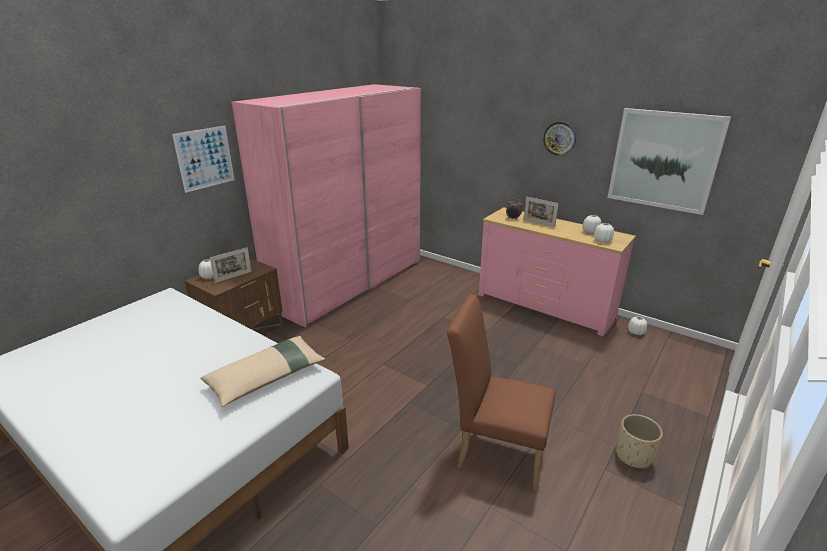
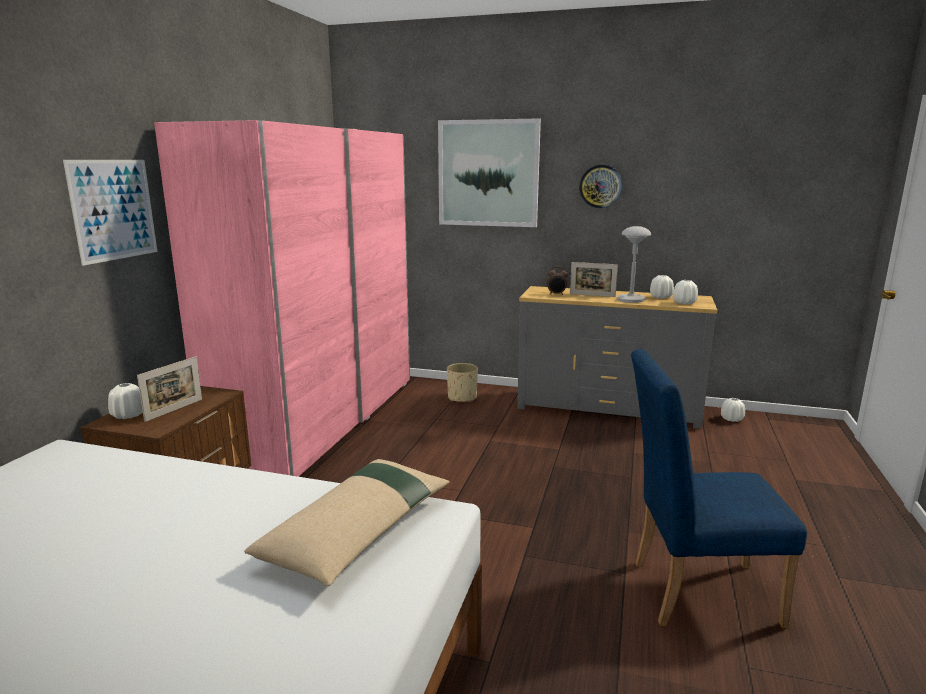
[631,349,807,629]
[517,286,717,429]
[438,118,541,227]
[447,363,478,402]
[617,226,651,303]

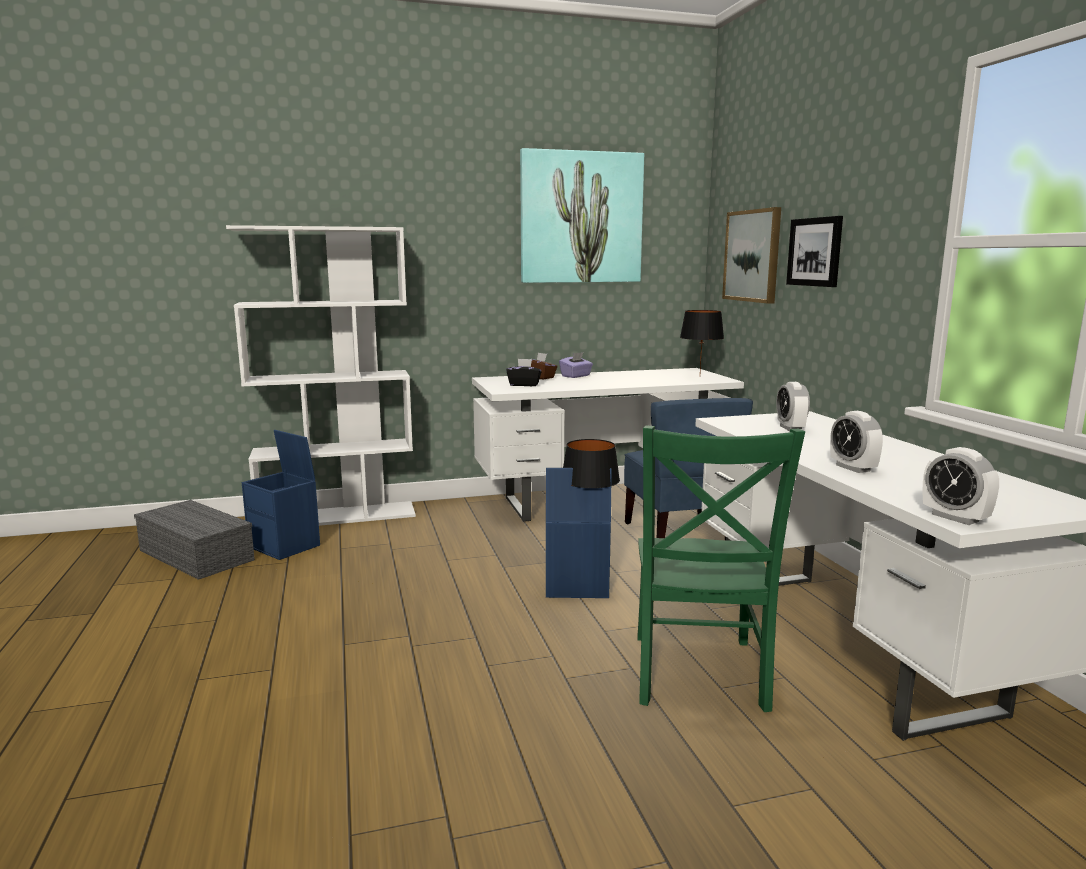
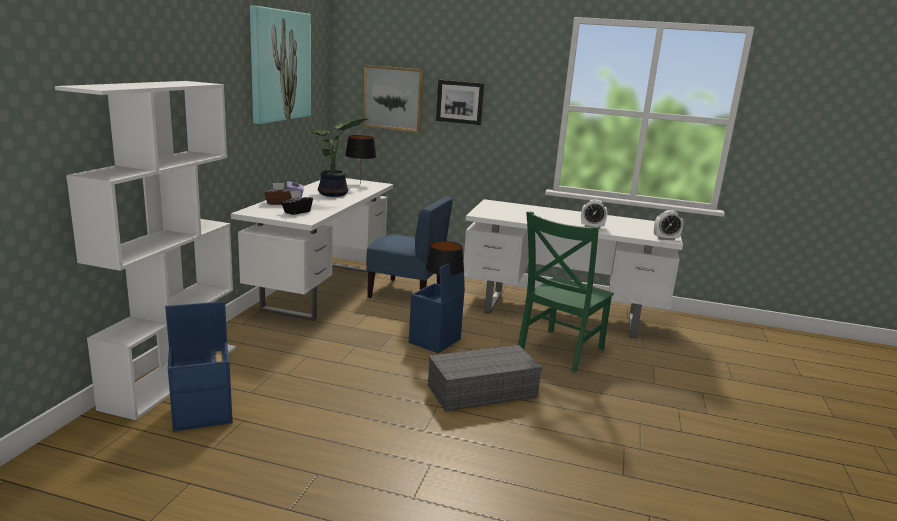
[428,345,543,411]
[518,211,614,373]
[776,382,810,431] (first image)
[309,118,368,197]

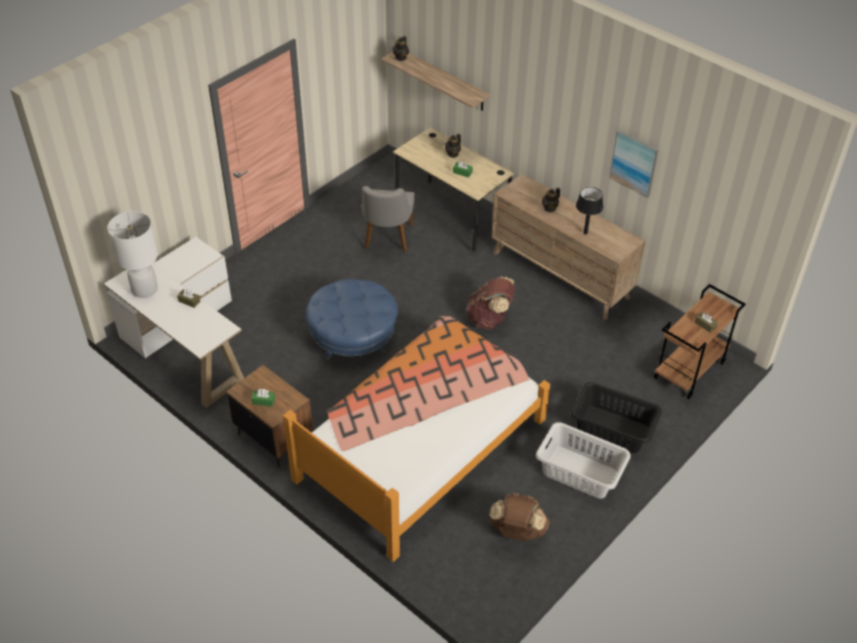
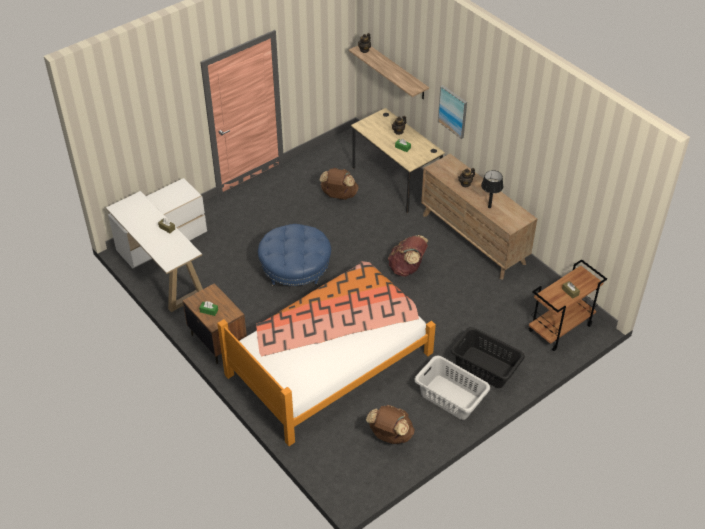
[107,211,158,298] (first image)
[320,168,359,200]
[438,85,467,139]

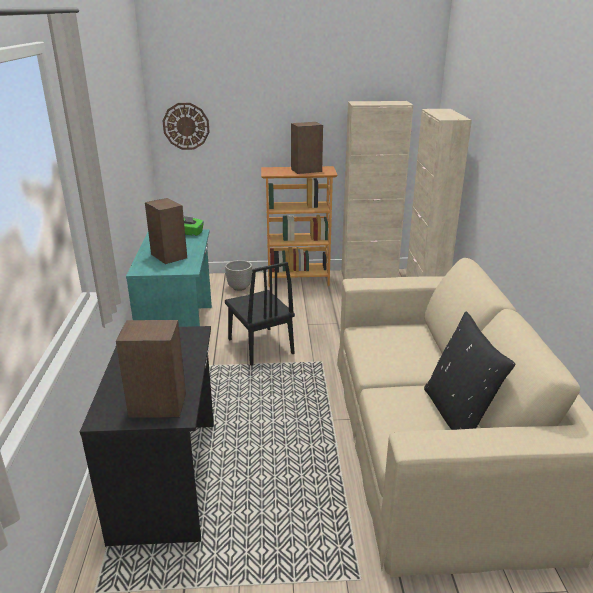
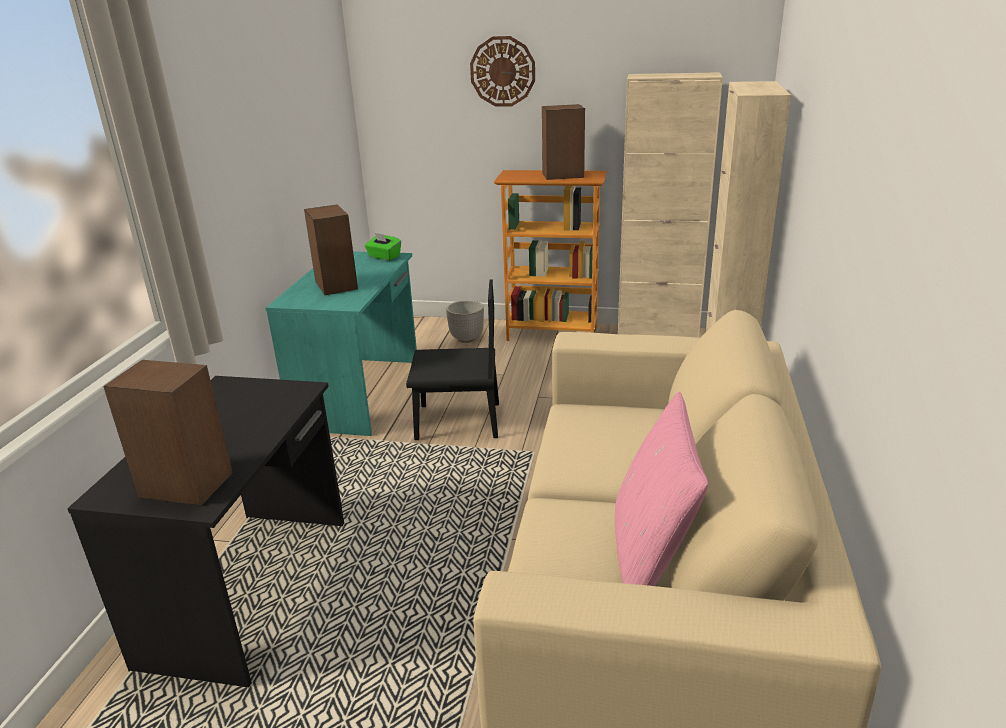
[470,36,535,107]
[406,279,499,440]
[615,392,708,586]

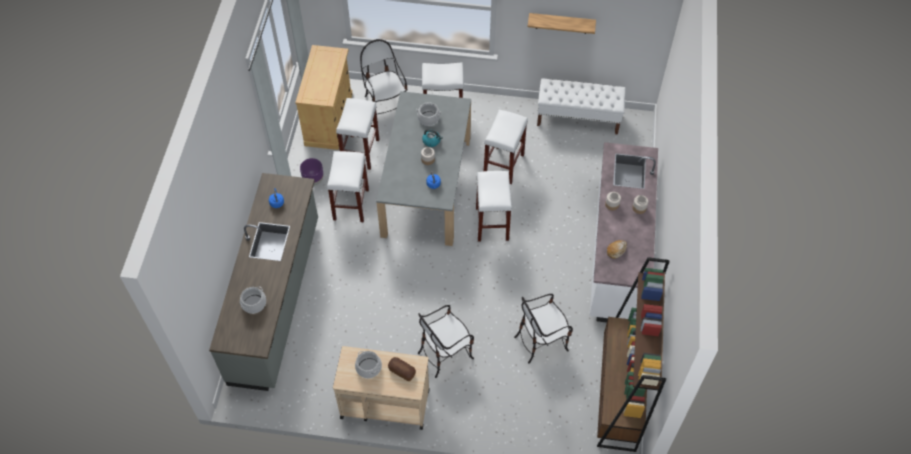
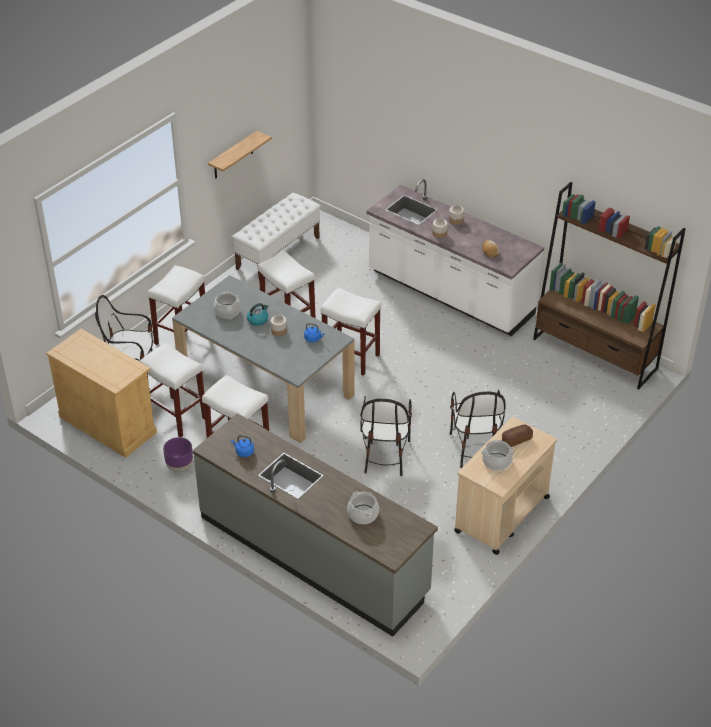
[360,396,412,476]

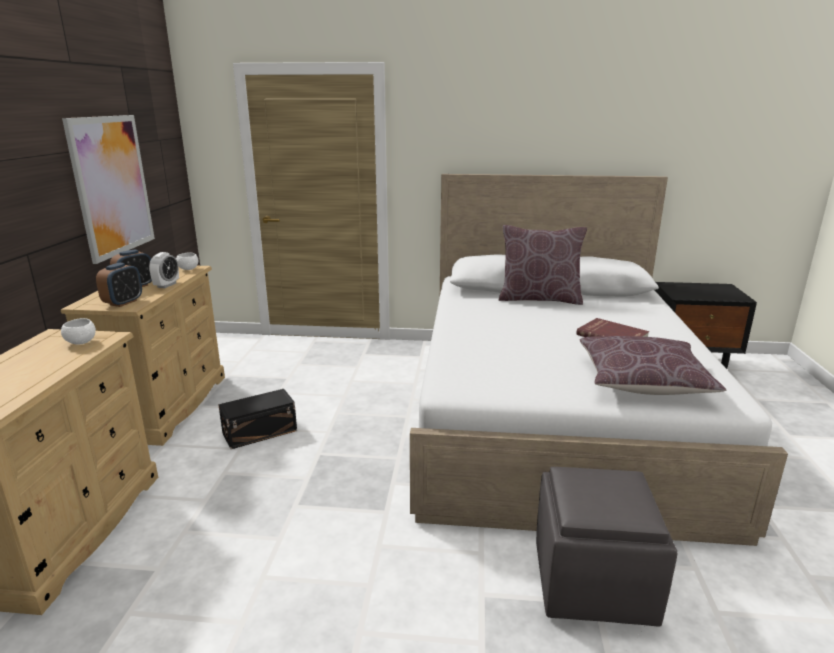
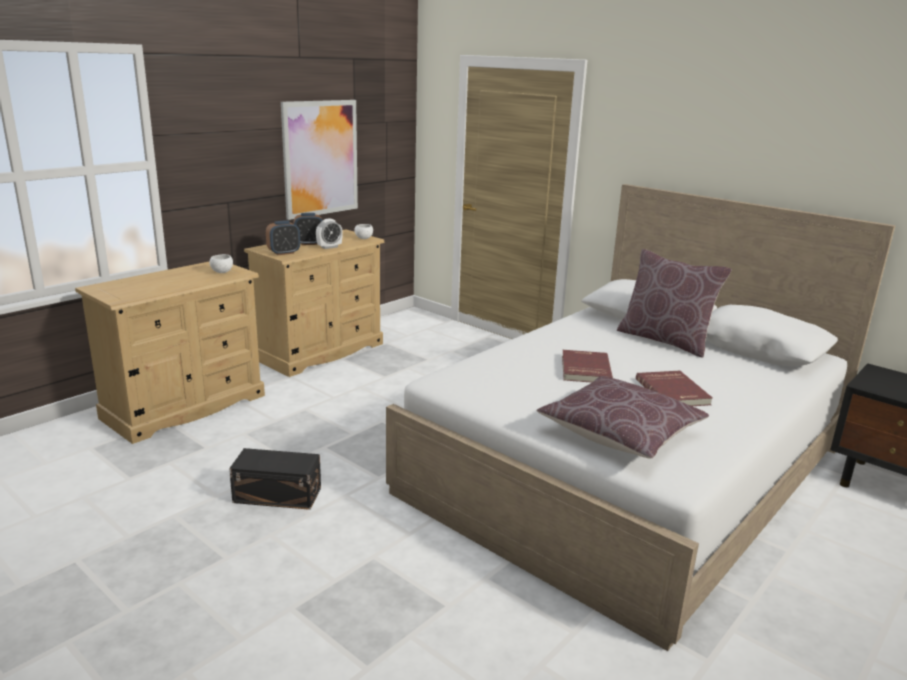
[229,448,321,510]
[536,467,677,627] (first image)
[562,350,613,383]

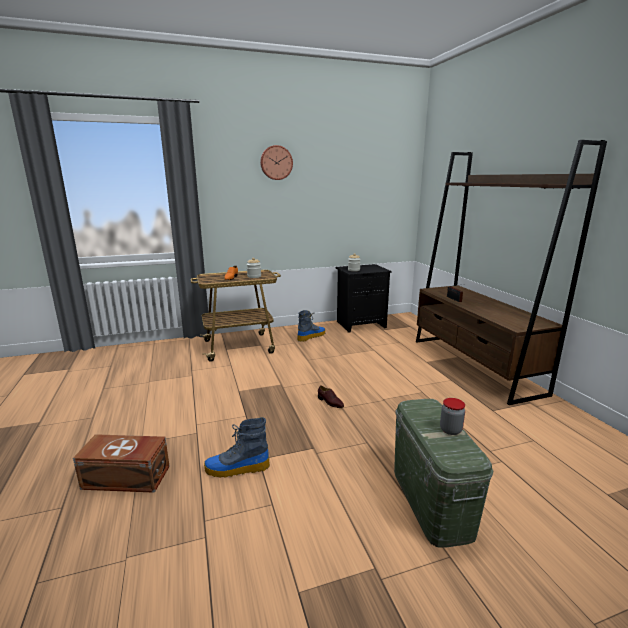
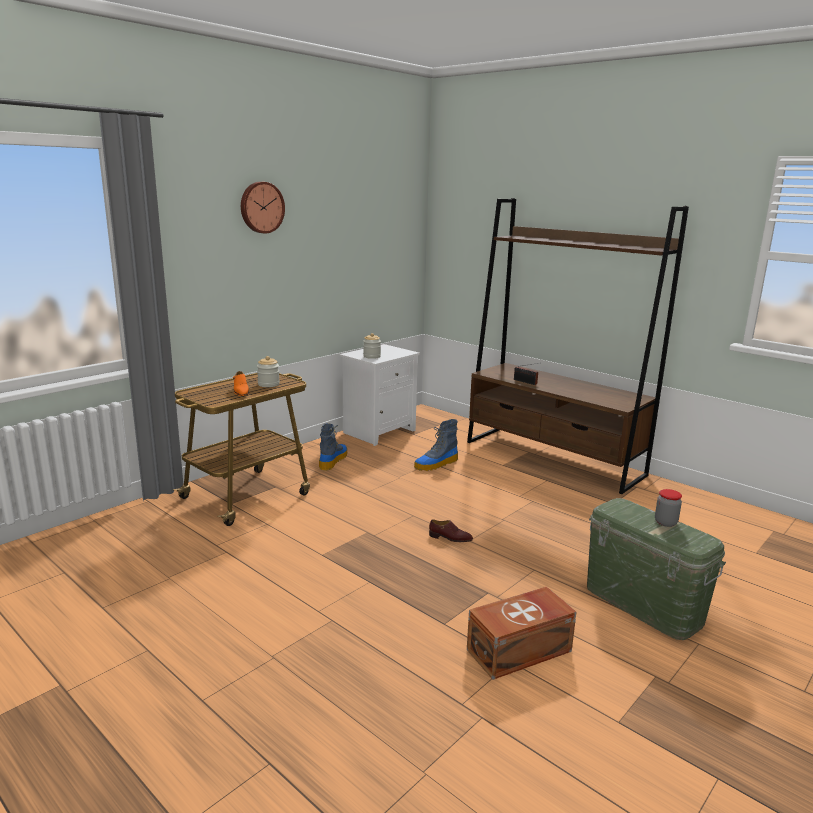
[467,587,576,680]
[414,419,458,471]
[339,344,420,446]

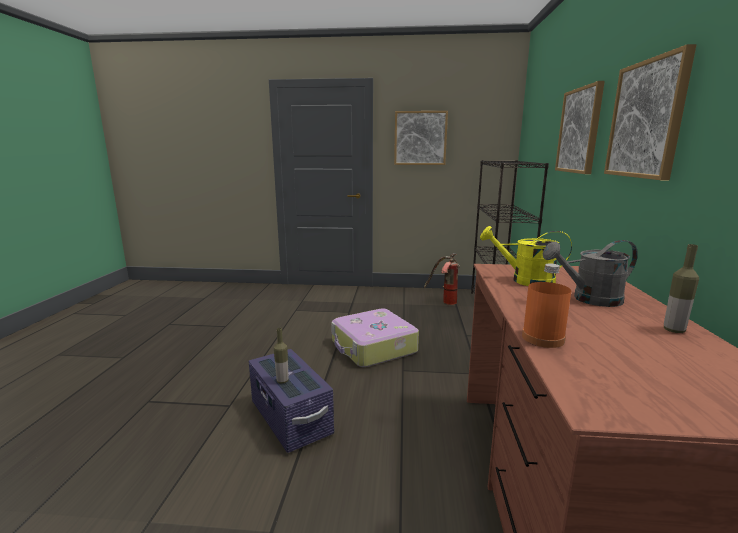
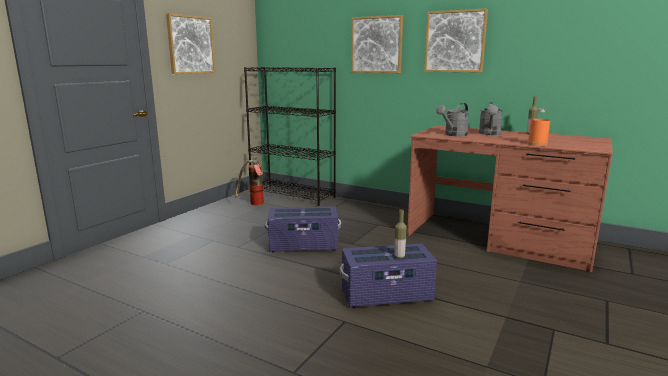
[265,207,341,252]
[436,103,469,136]

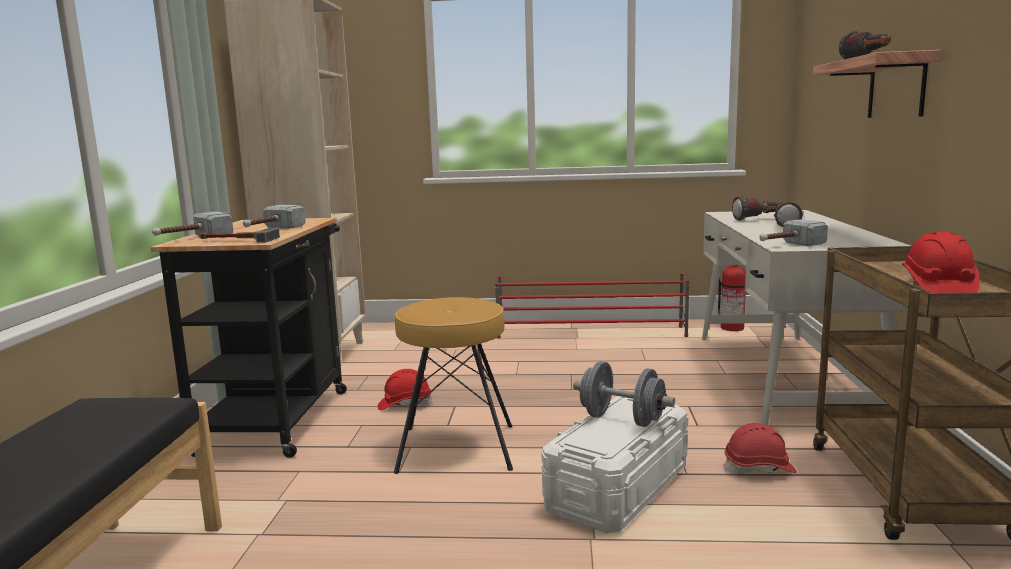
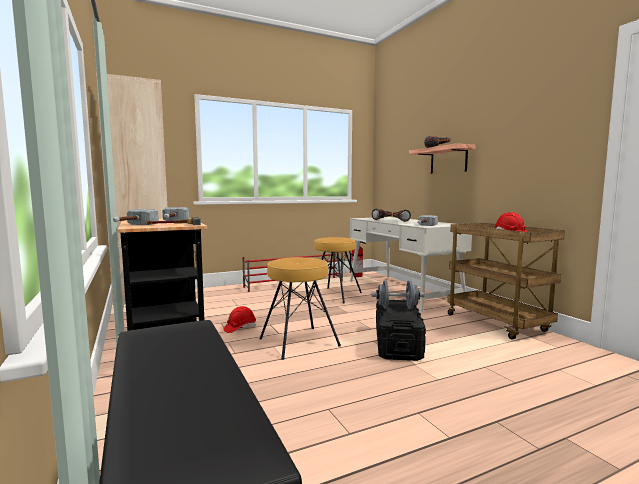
[376,299,426,361]
[724,423,797,474] (first image)
[309,237,362,303]

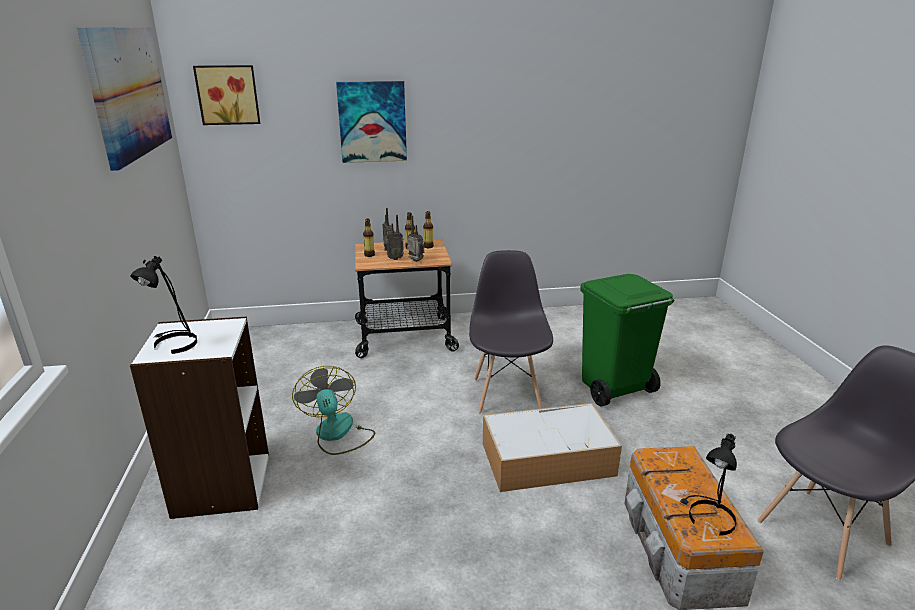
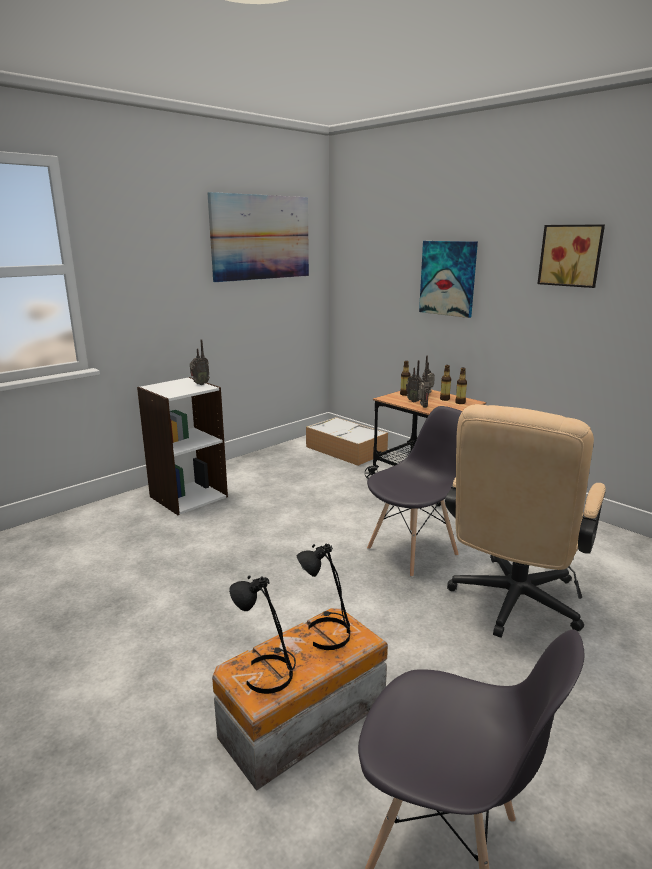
[297,543,350,650]
[537,224,605,288]
[292,366,375,455] (first image)
[306,417,388,466]
[445,404,606,638]
[190,339,210,385]

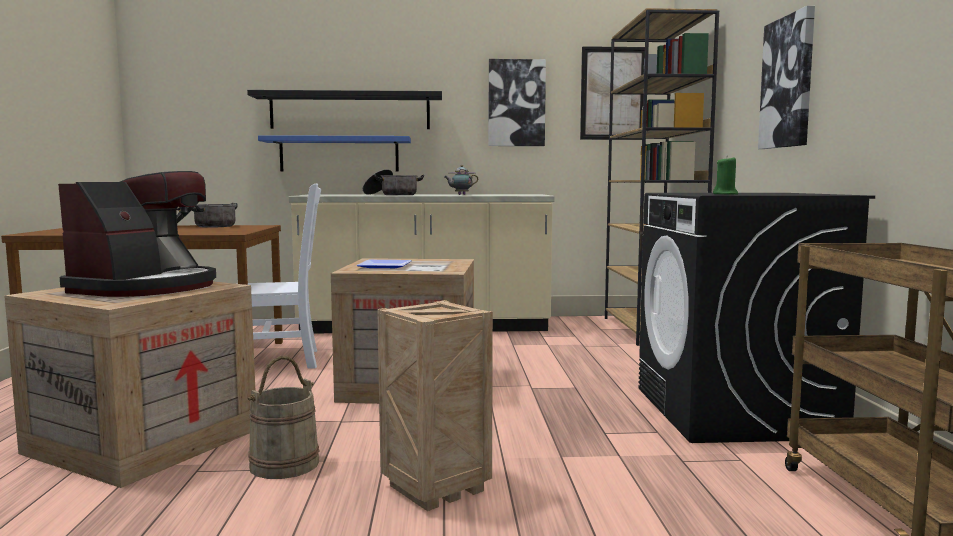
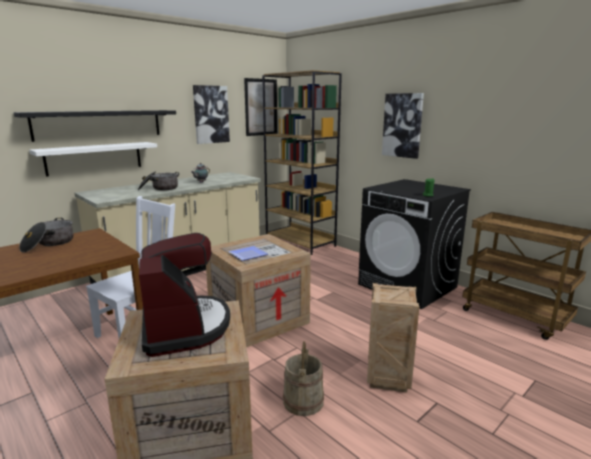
[29,142,157,177]

